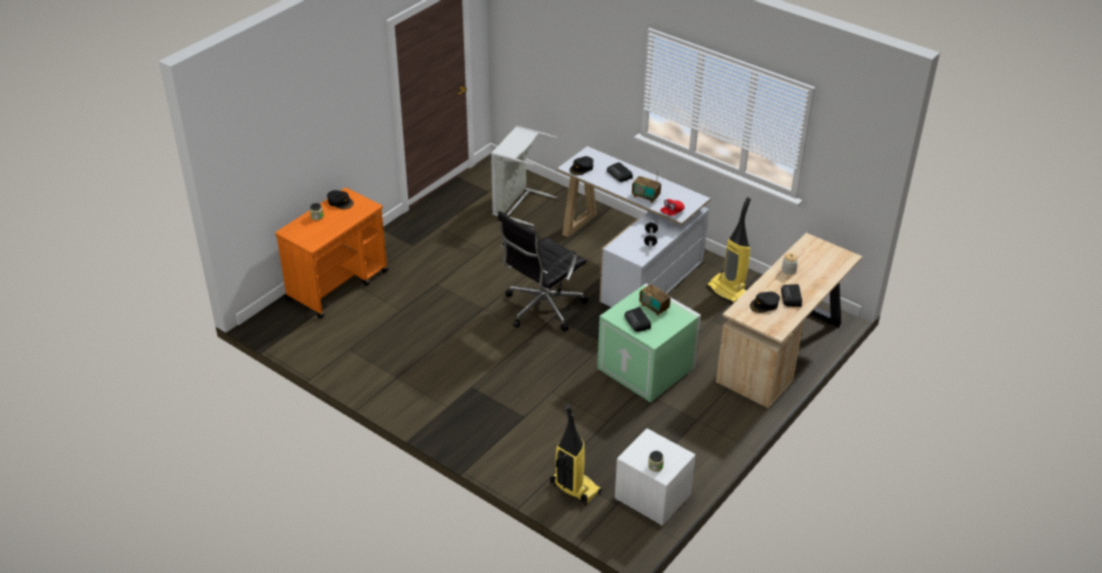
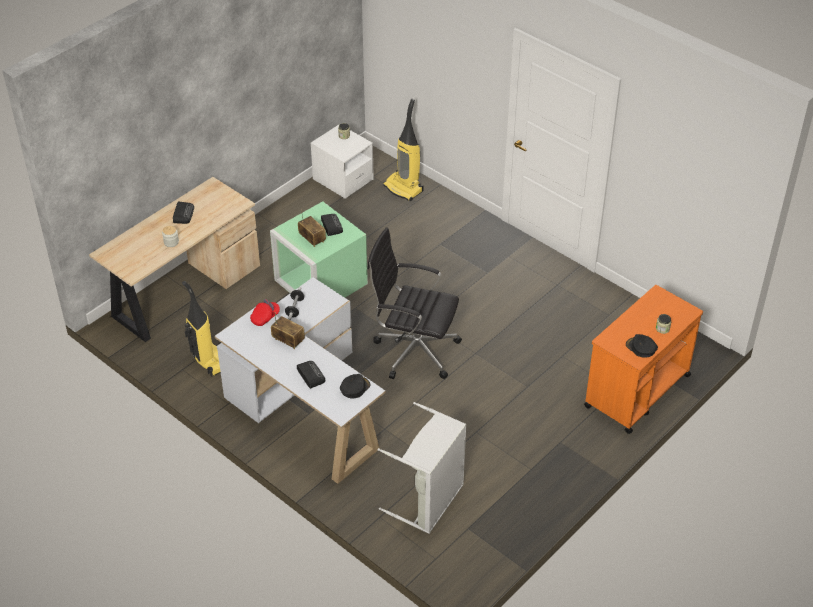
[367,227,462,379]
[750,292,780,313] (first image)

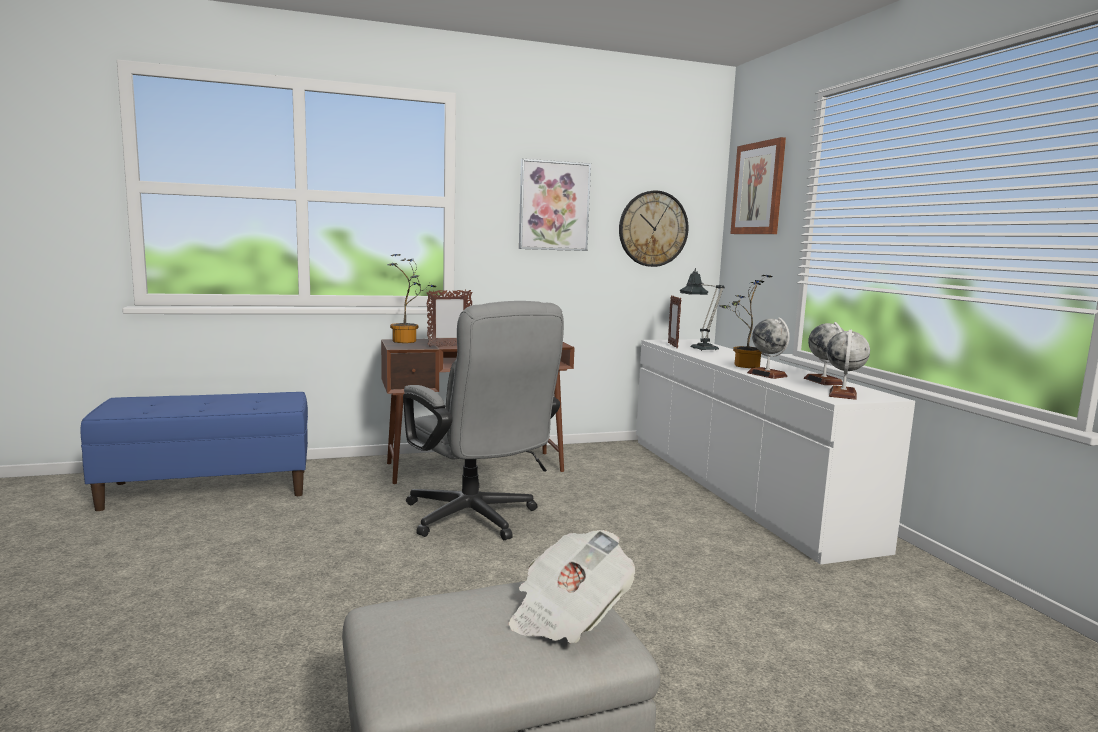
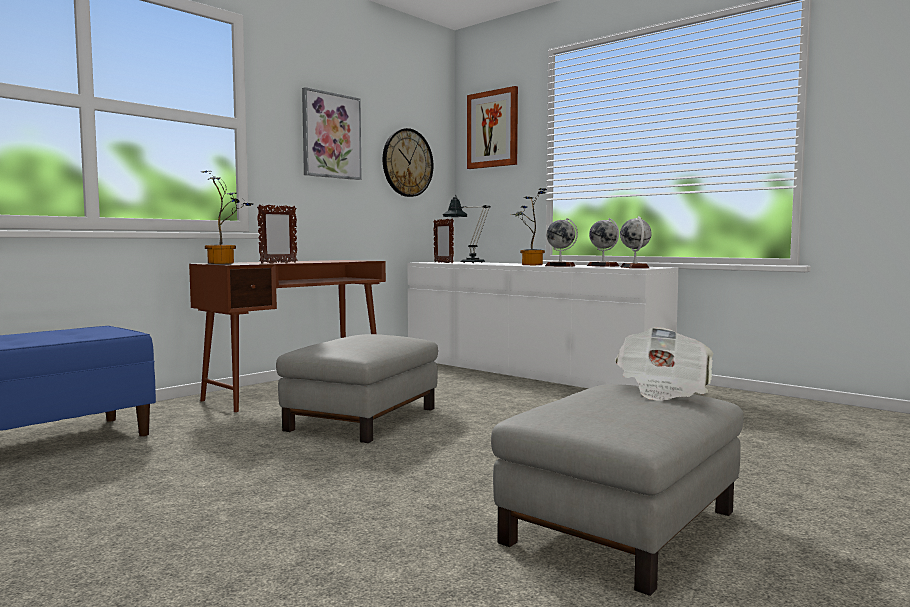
[276,334,438,443]

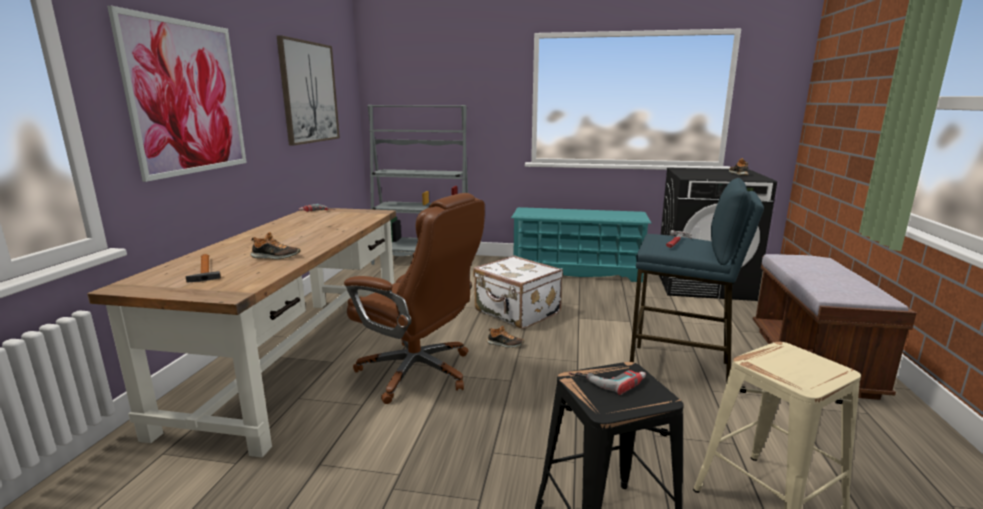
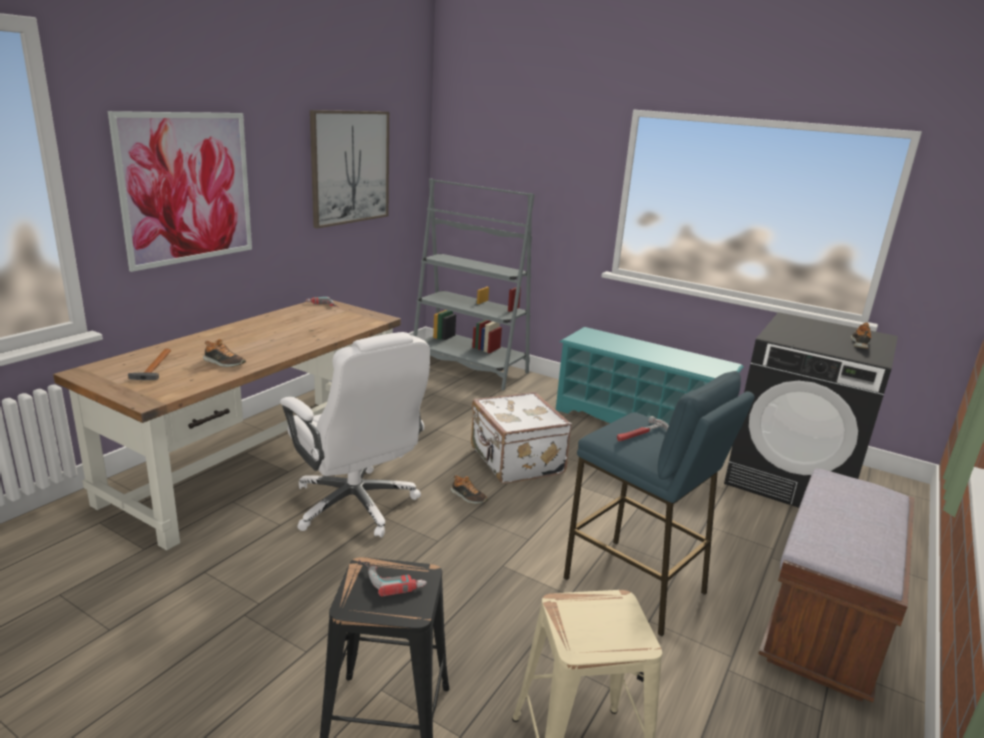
[280,332,430,538]

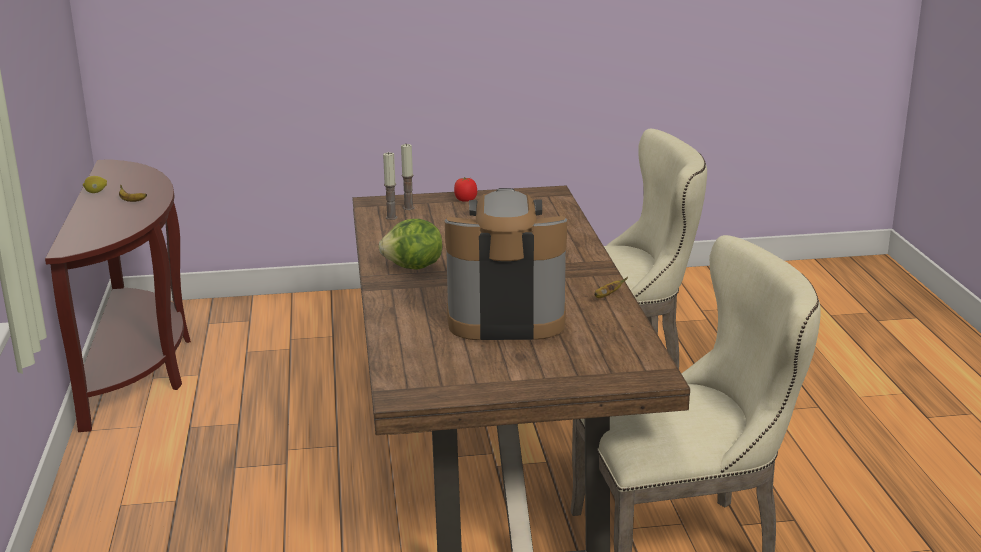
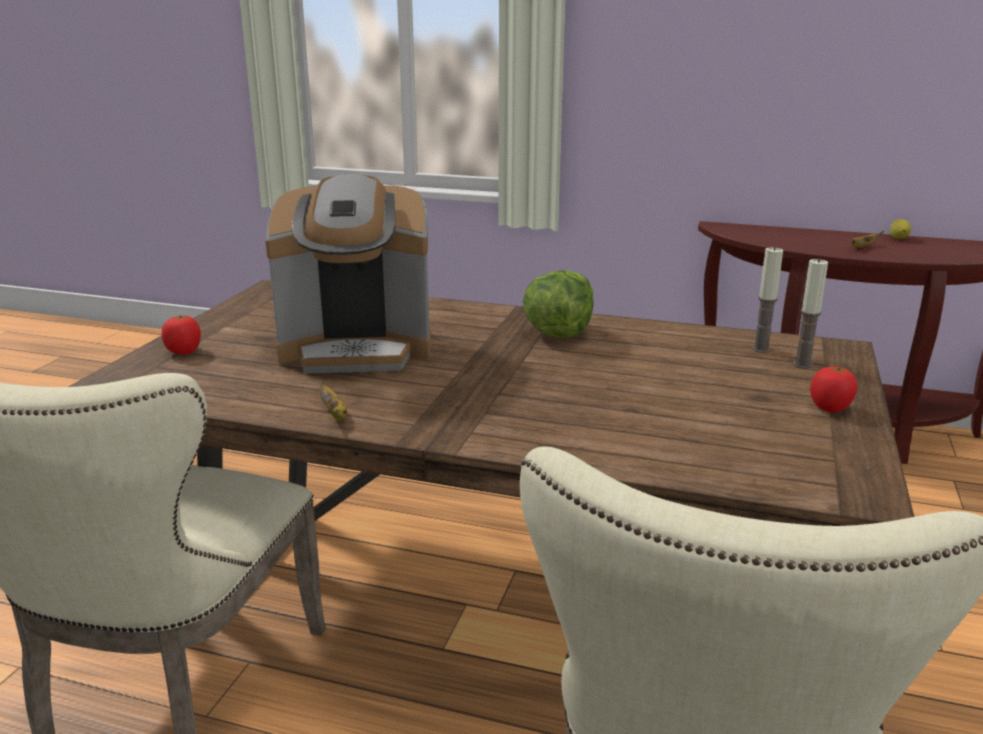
[265,174,431,374]
[162,315,201,355]

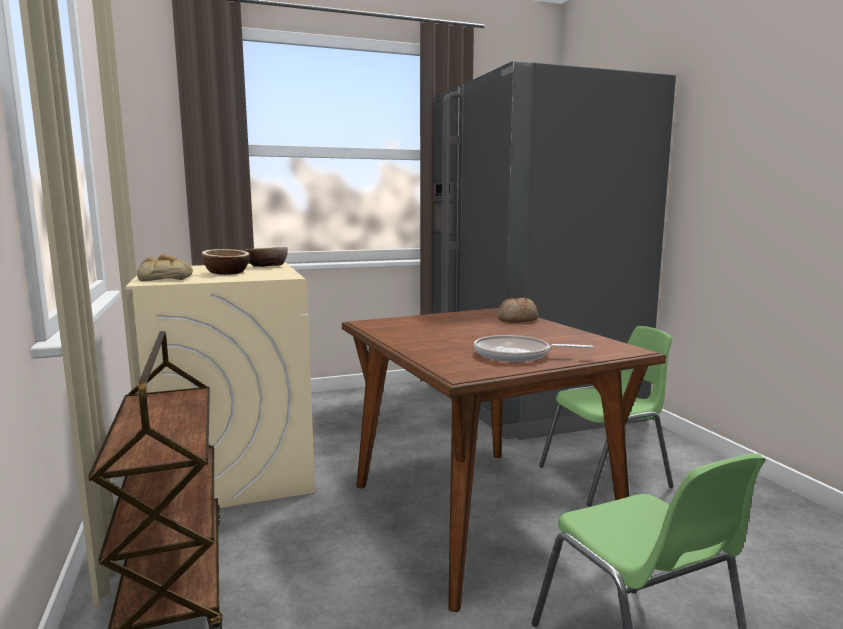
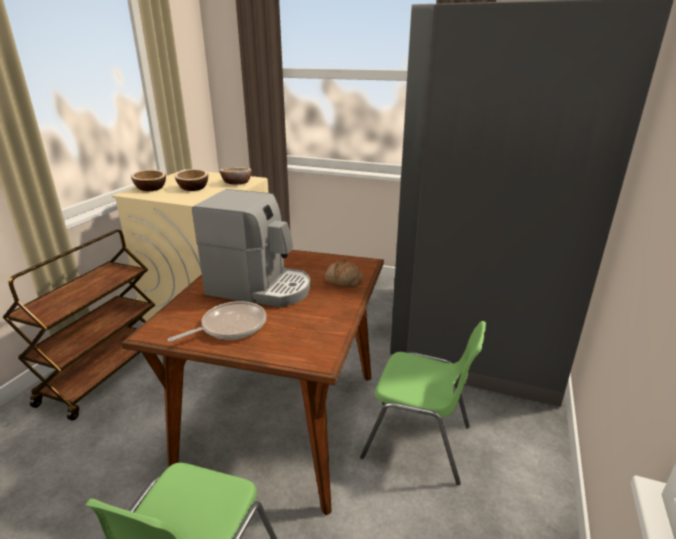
[131,170,166,191]
[167,301,266,342]
[192,189,310,307]

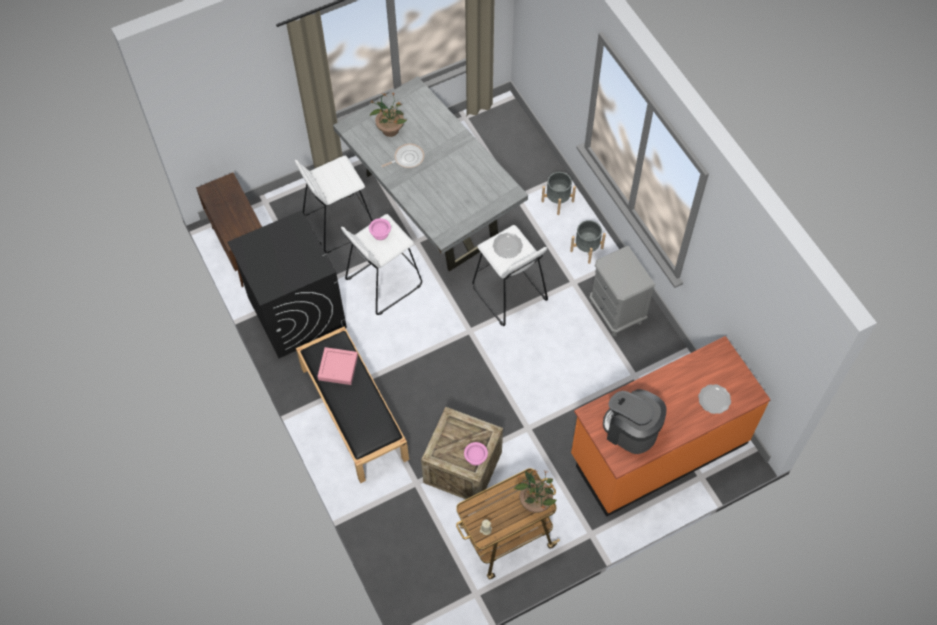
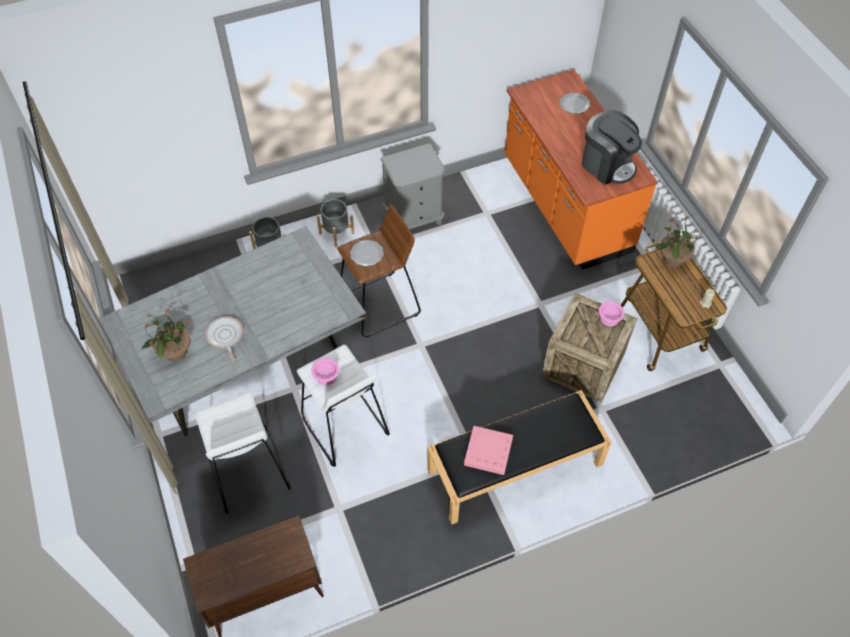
[227,210,347,358] (first image)
[337,204,421,337]
[582,110,642,185]

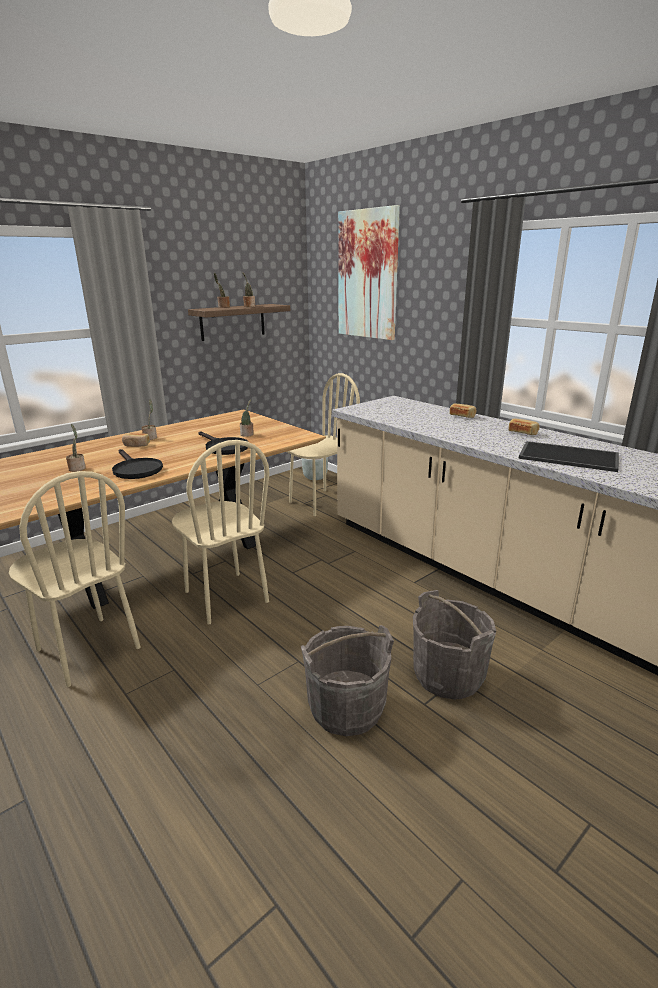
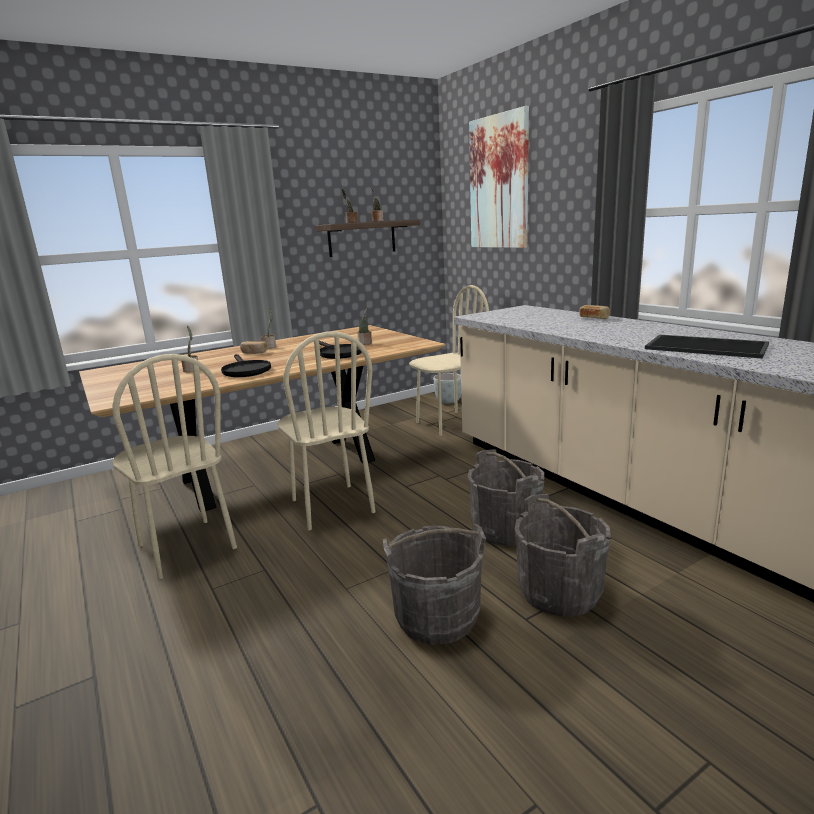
[508,418,539,435] (first image)
[468,449,544,546]

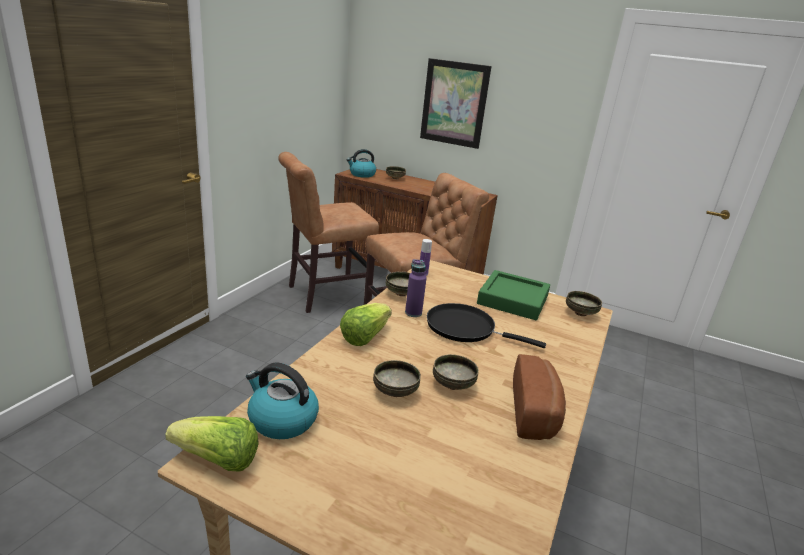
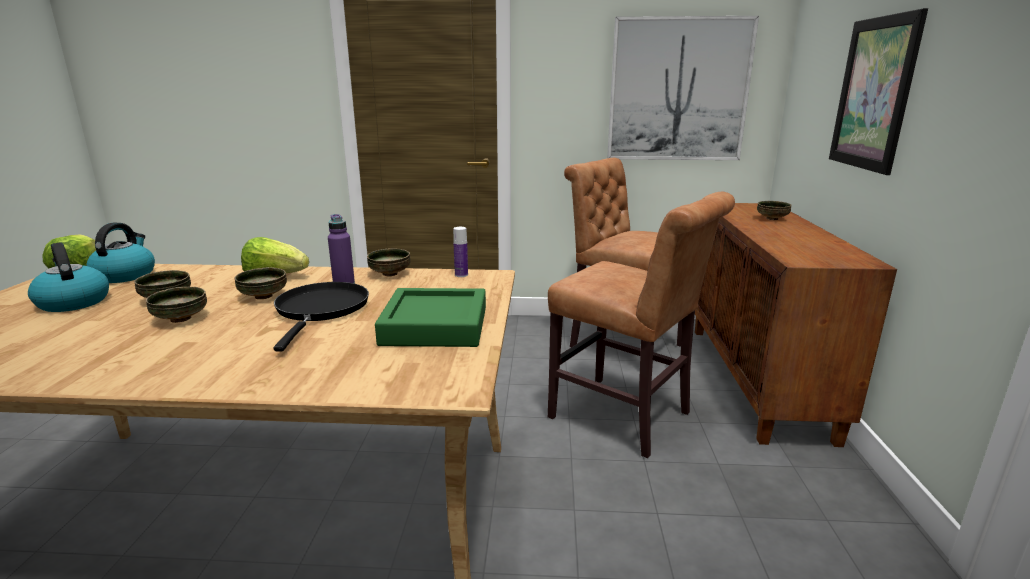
[28,242,109,312]
[513,354,566,440] (first image)
[235,267,287,299]
[607,16,759,160]

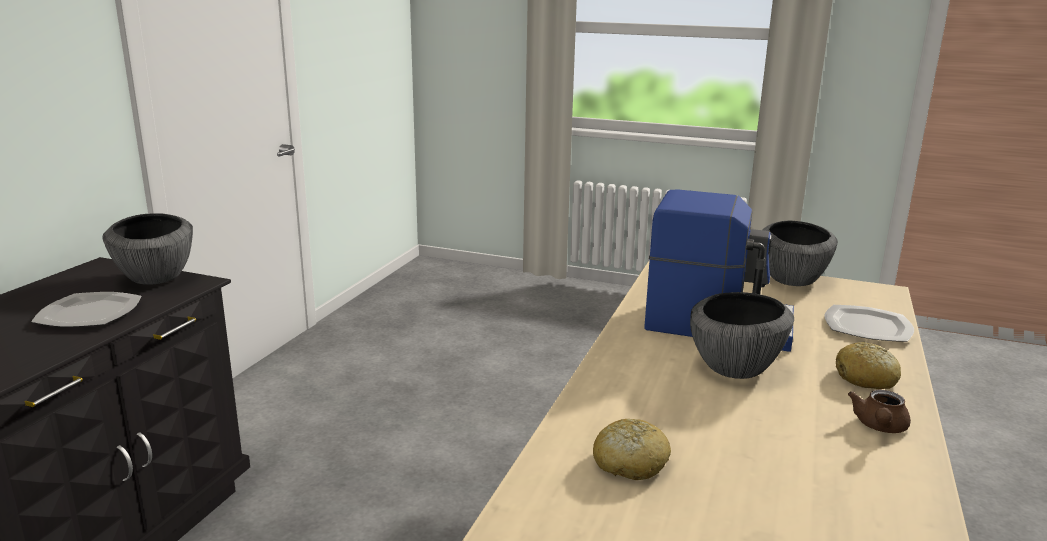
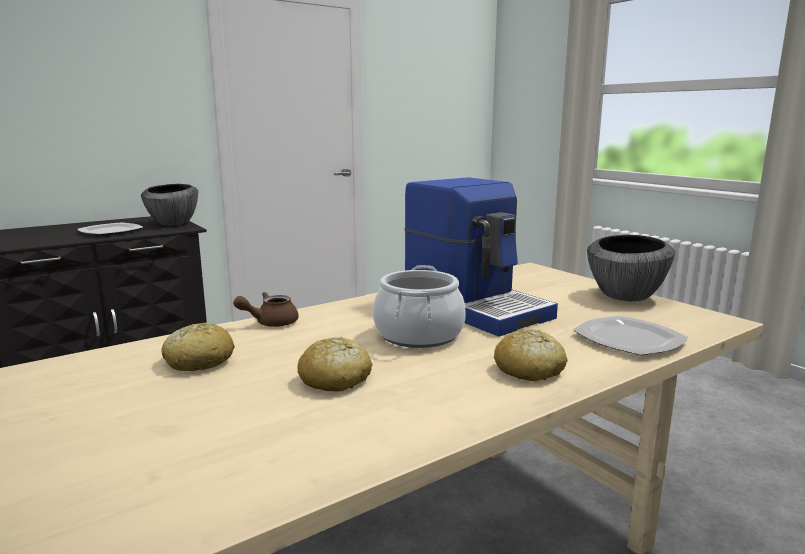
[373,265,466,348]
[233,292,299,327]
[298,337,373,392]

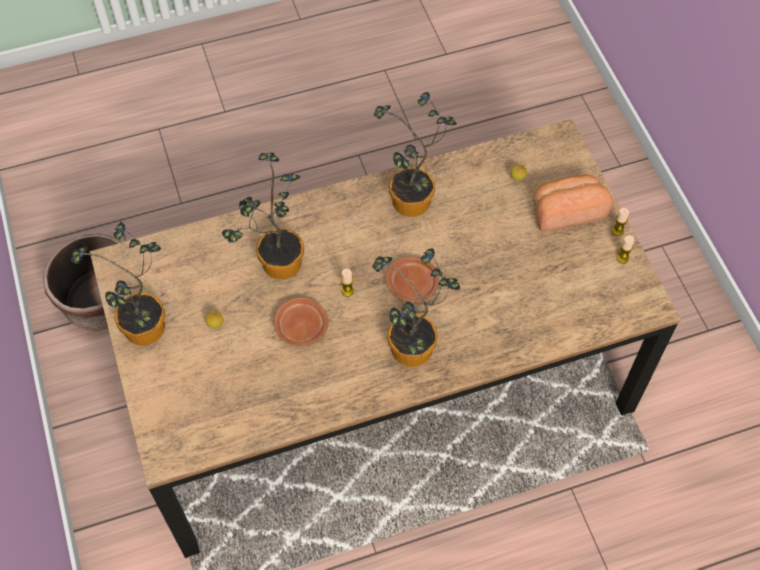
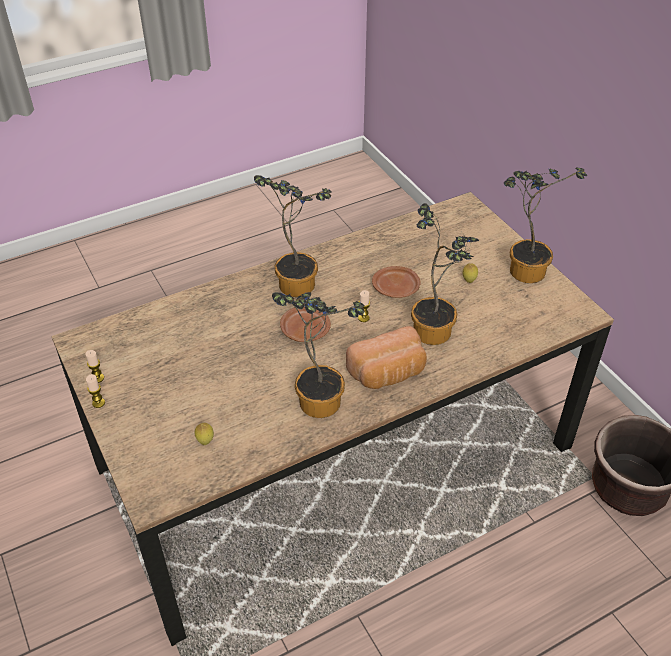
[346,326,427,389]

